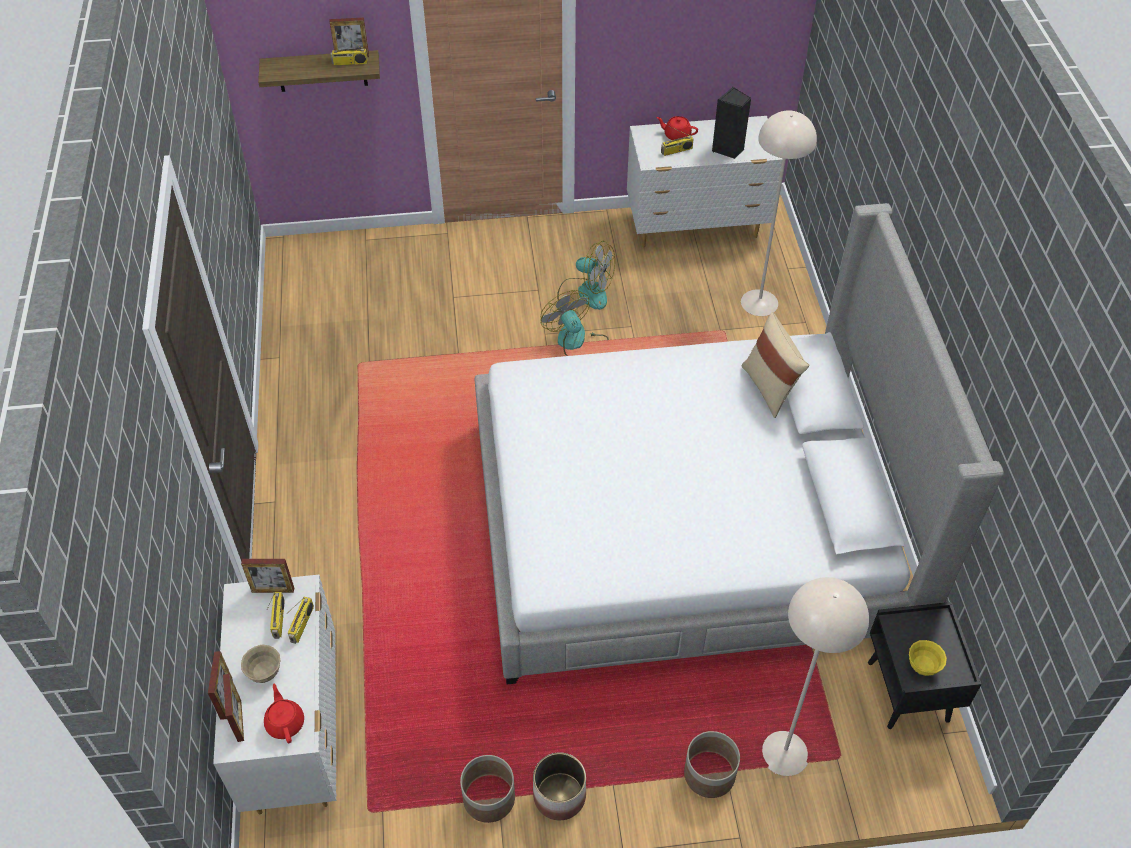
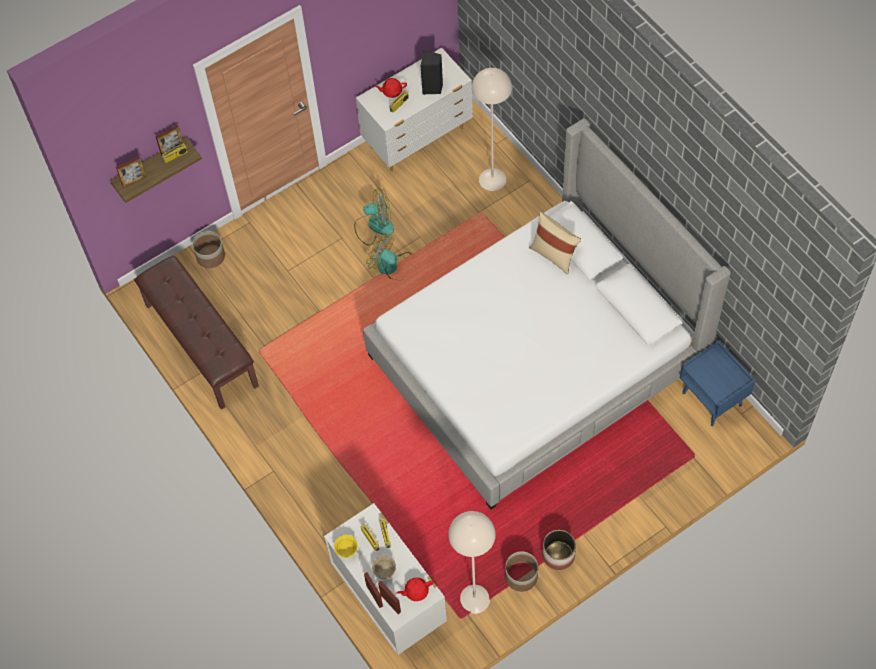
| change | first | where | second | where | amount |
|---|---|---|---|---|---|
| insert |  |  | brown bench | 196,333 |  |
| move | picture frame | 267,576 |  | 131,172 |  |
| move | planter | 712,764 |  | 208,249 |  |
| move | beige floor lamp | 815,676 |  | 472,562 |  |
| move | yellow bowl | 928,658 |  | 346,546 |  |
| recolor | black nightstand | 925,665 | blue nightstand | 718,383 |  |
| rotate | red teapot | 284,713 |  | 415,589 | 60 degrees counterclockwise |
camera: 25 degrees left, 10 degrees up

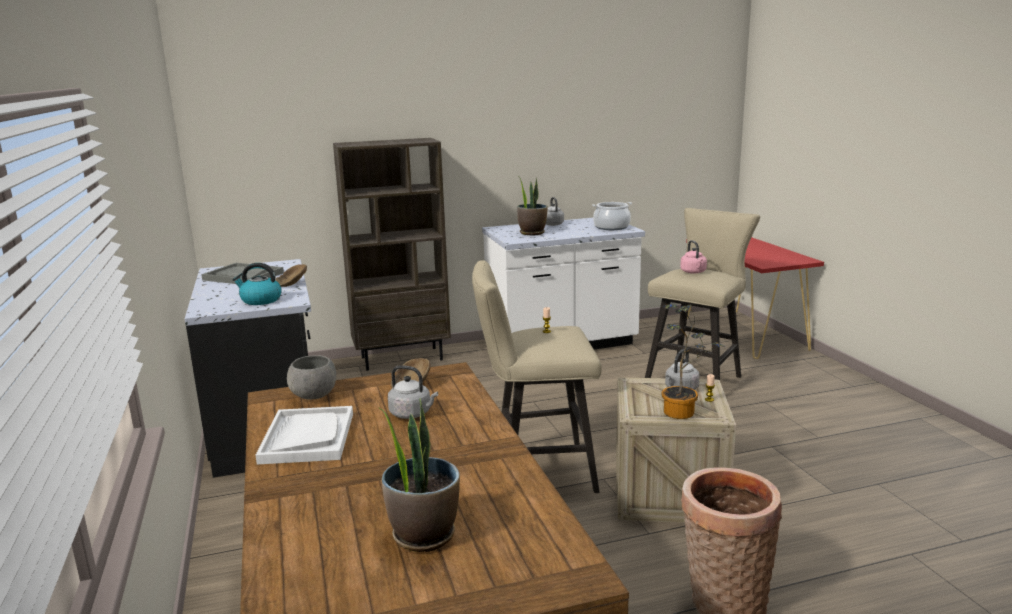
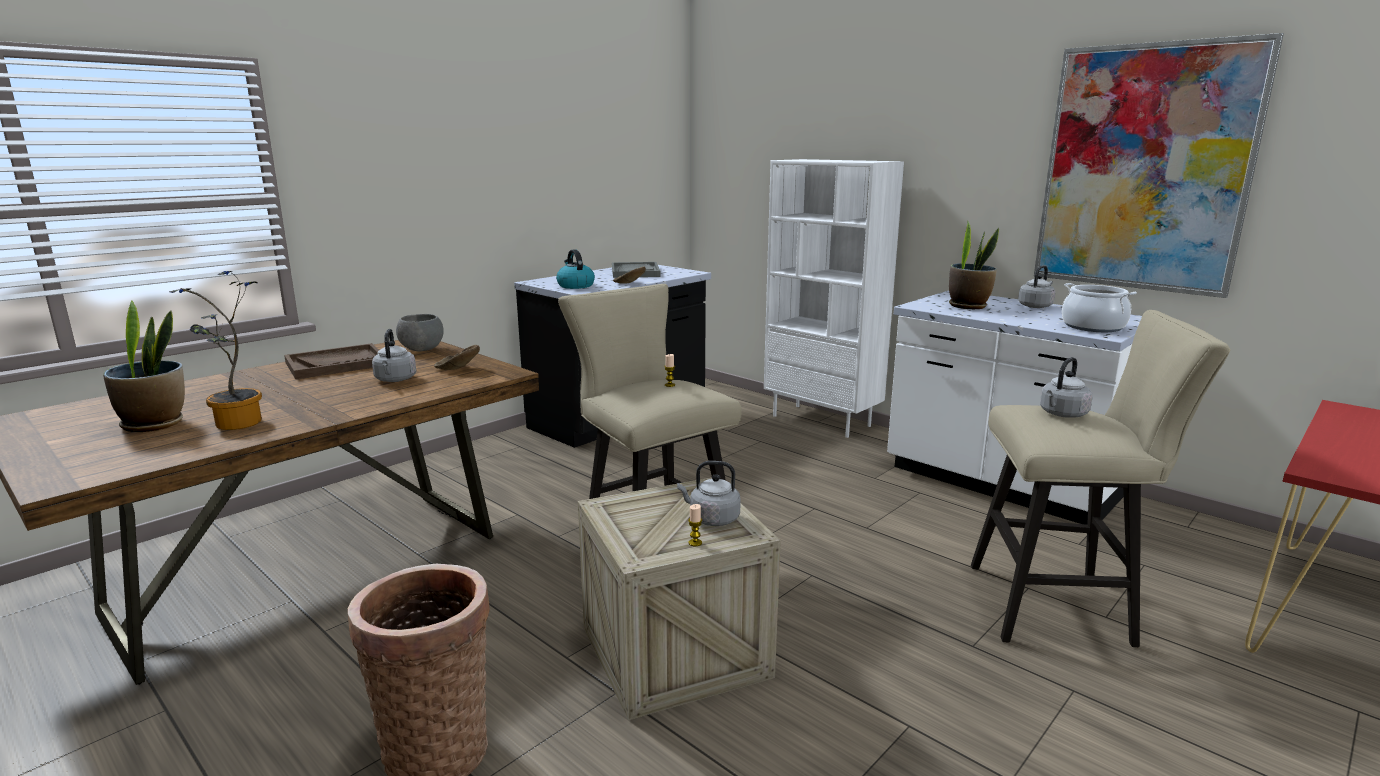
| change | first | where | second | where | amount |
|---|---|---|---|---|---|
| insert |  |  | picture | 1159,165 |  |
| move | potted plant | 693,361 |  | 215,350 |  |
| recolor | white tray | 304,435 | brown tray | 331,361 |  |
| recolor | brown bookcase | 392,254 | white bookcase | 834,298 |  |
| recolor | pink kettle | 693,257 | grey kettle | 1066,387 |  |
camera: 60 degrees right, 0 degrees up

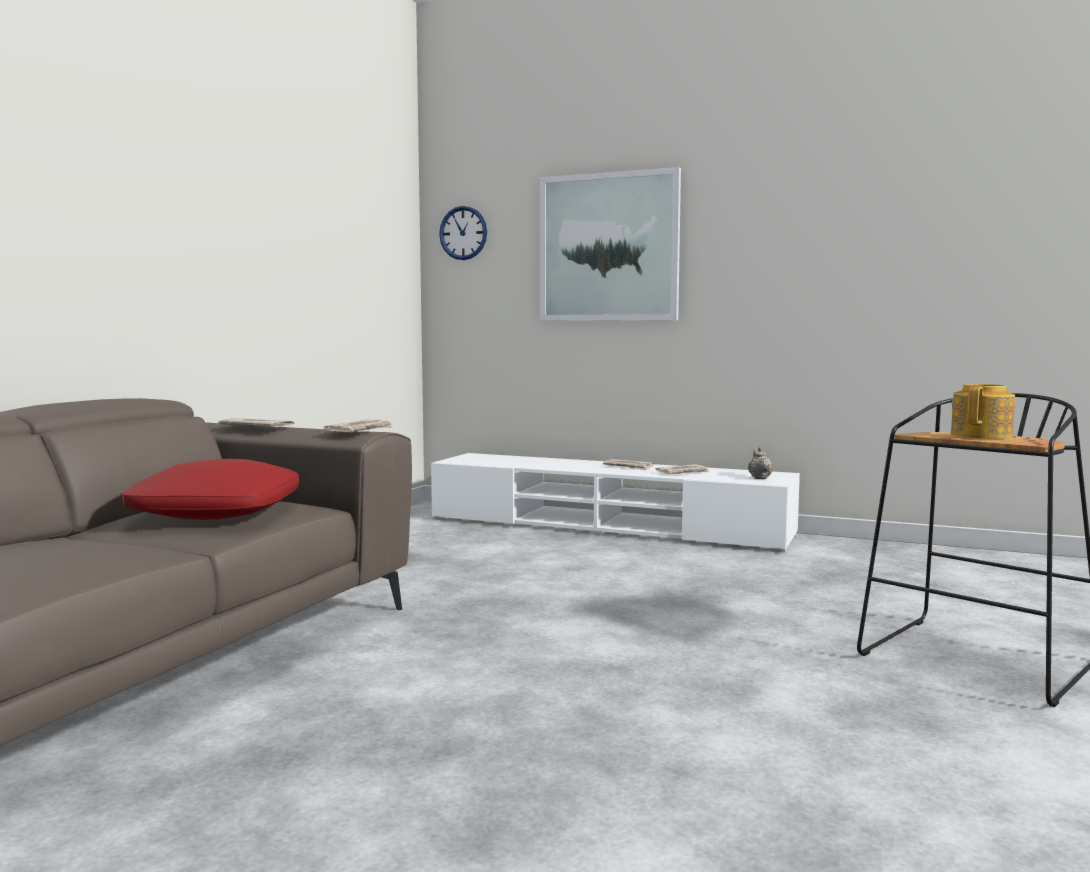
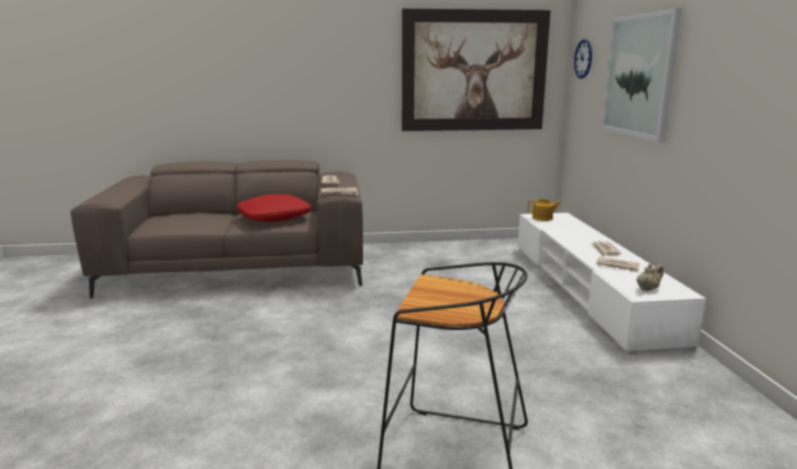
| change | first | where | second | where | amount |
|---|---|---|---|---|---|
| insert |  |  | picture | 476,69 |  |
| move | teapot | 983,411 |  | 544,210 |  |
camera: 60 degrees right, 10 degrees up

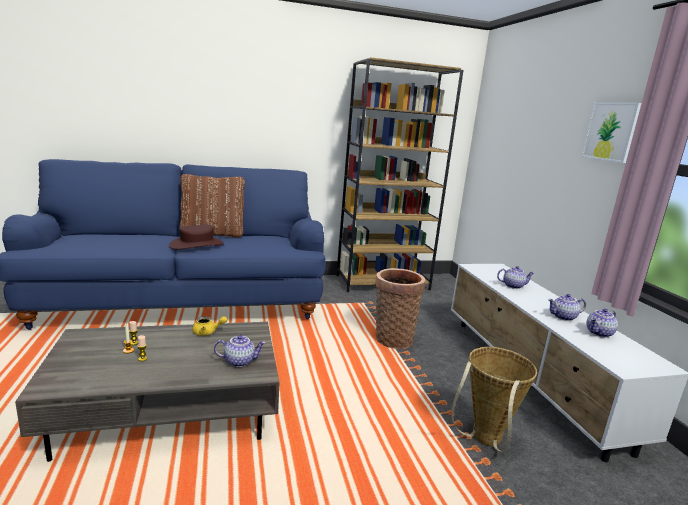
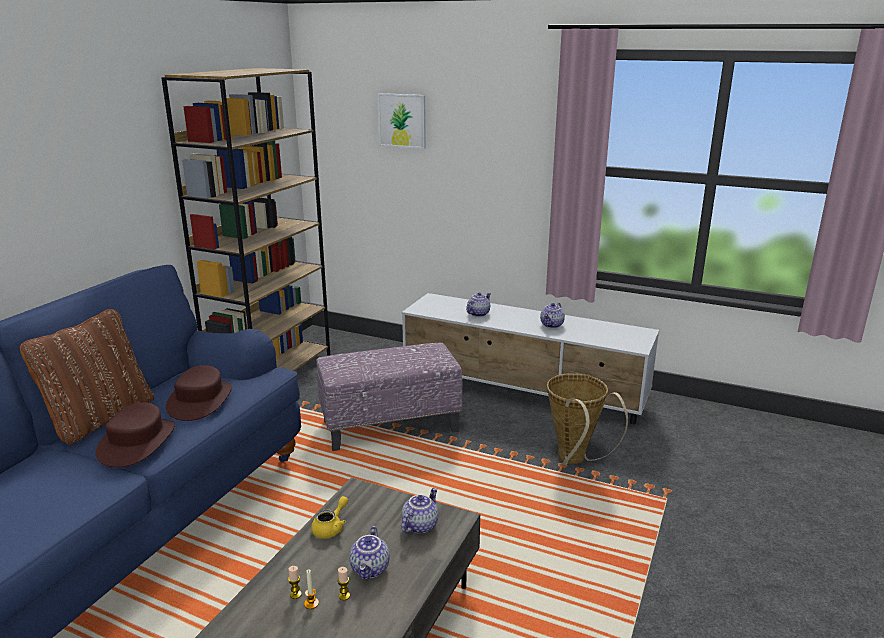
| change | first | where | second | where | amount |
|---|---|---|---|---|---|
| insert |  |  | brown hat | 199,393 |  |
| move | picture | 611,133 |  | 402,121 |  |
| move | teapot | 602,323 |  | 369,553 |  |
| replace | basket | 400,308 | ottoman | 389,397 |  |
camera: 50 degrees left, 5 degrees up

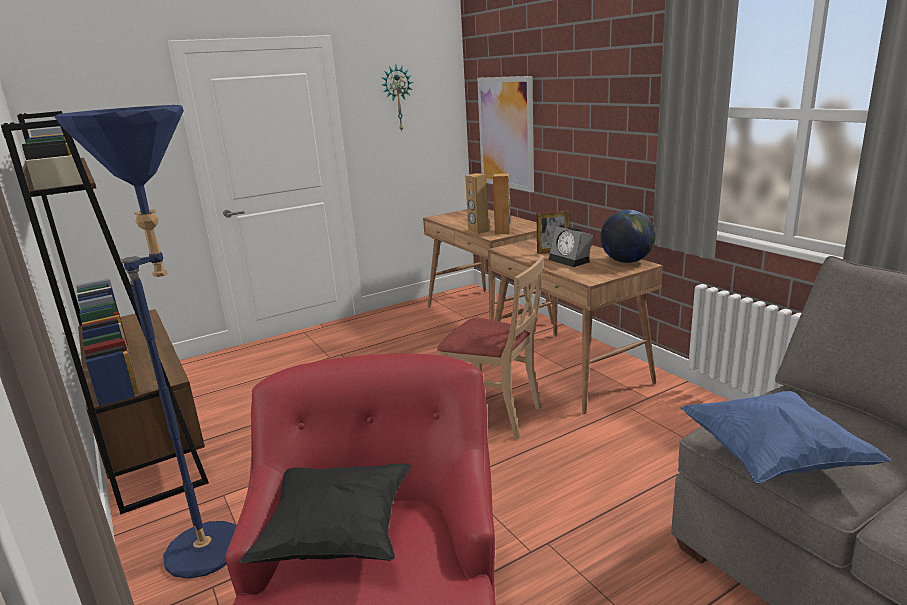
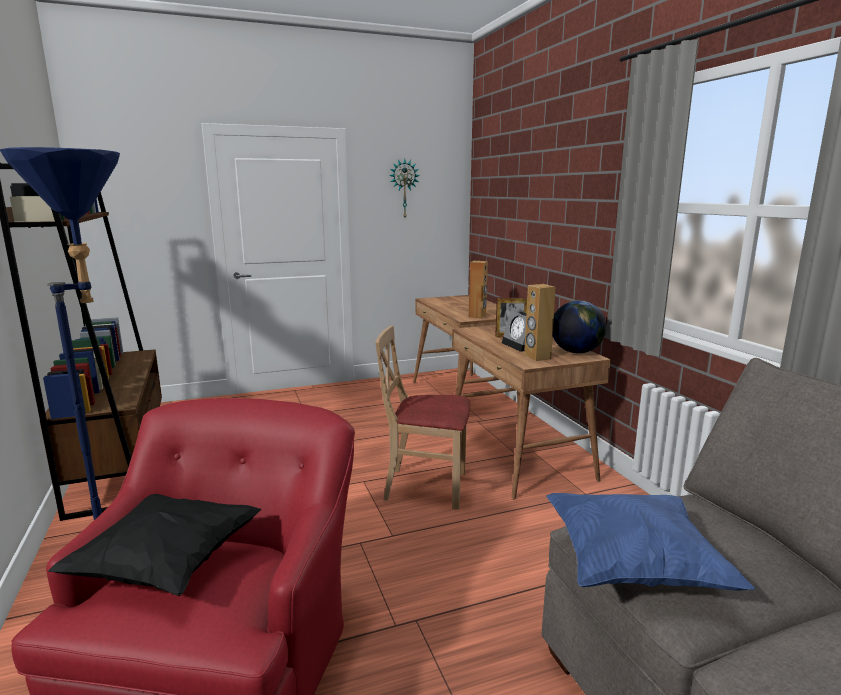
| change | first | where | second | where | amount |
|---|---|---|---|---|---|
| delete | picture | 505,134 |  |  |  |
| move | brown speaker | 477,203 |  | 540,322 |  |
| rotate | beige chair | 490,347 |  | 422,417 | 150 degrees clockwise |
camera: 10 degrees right, 5 degrees down

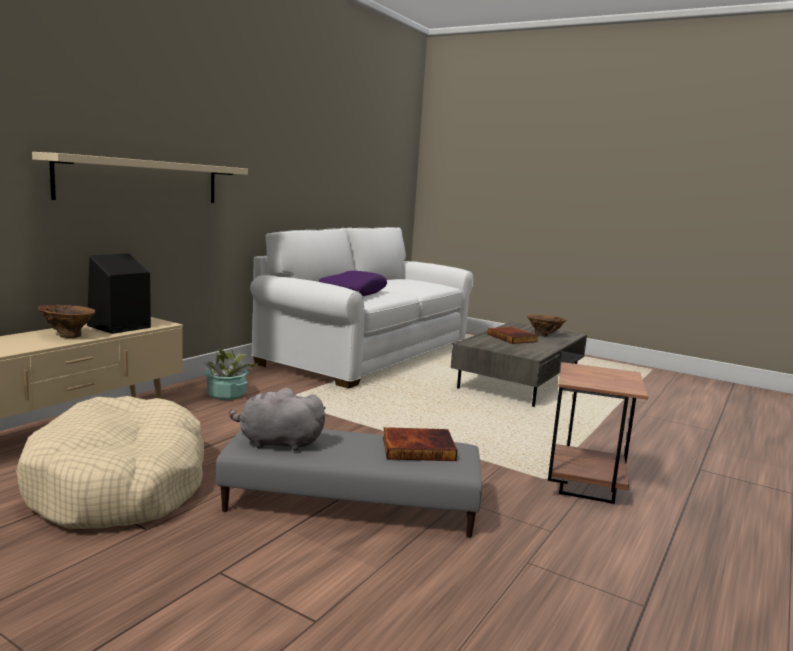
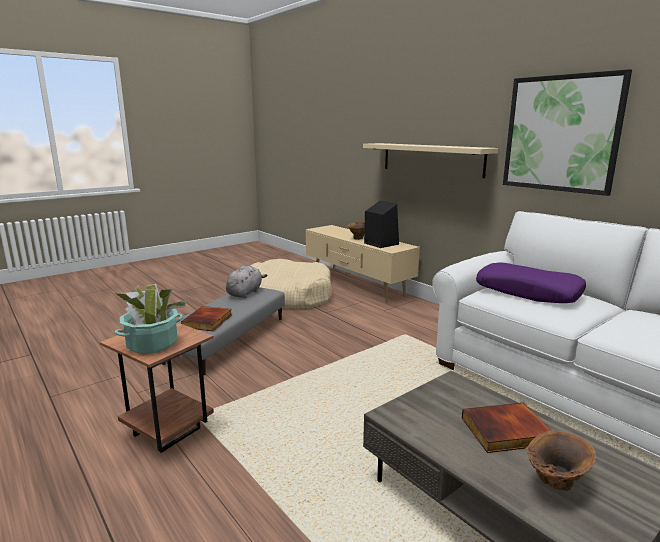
| change | first | where | second | where | amount |
|---|---|---|---|---|---|
| insert |  |  | picture | 567,132 |  |
| move | potted plant | 231,374 |  | 151,319 |  |
camera: 110 degrees right, 5 degrees up

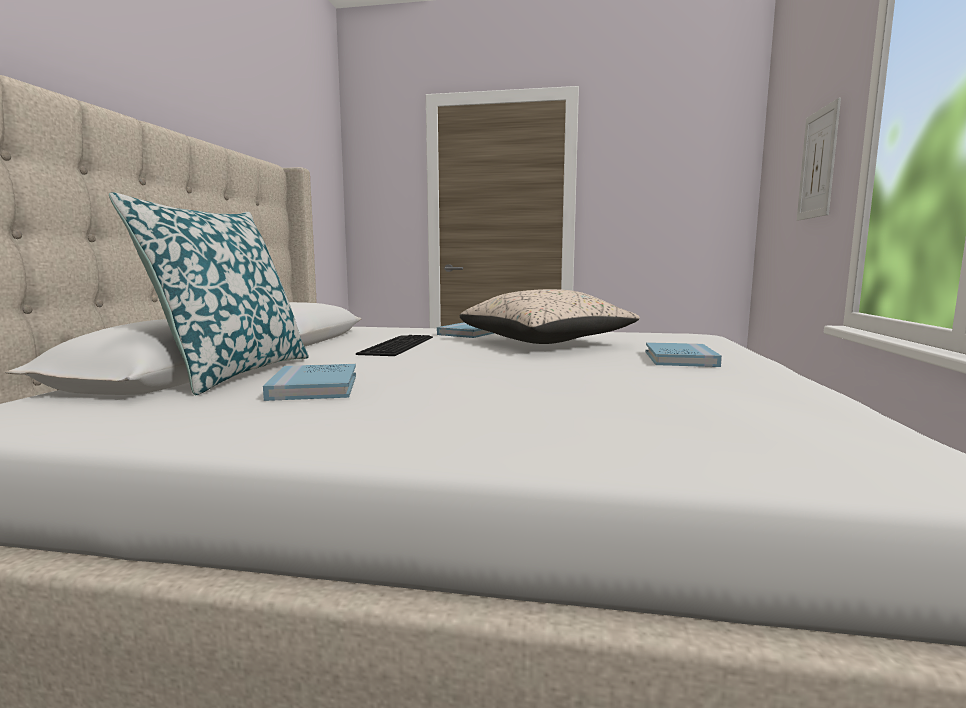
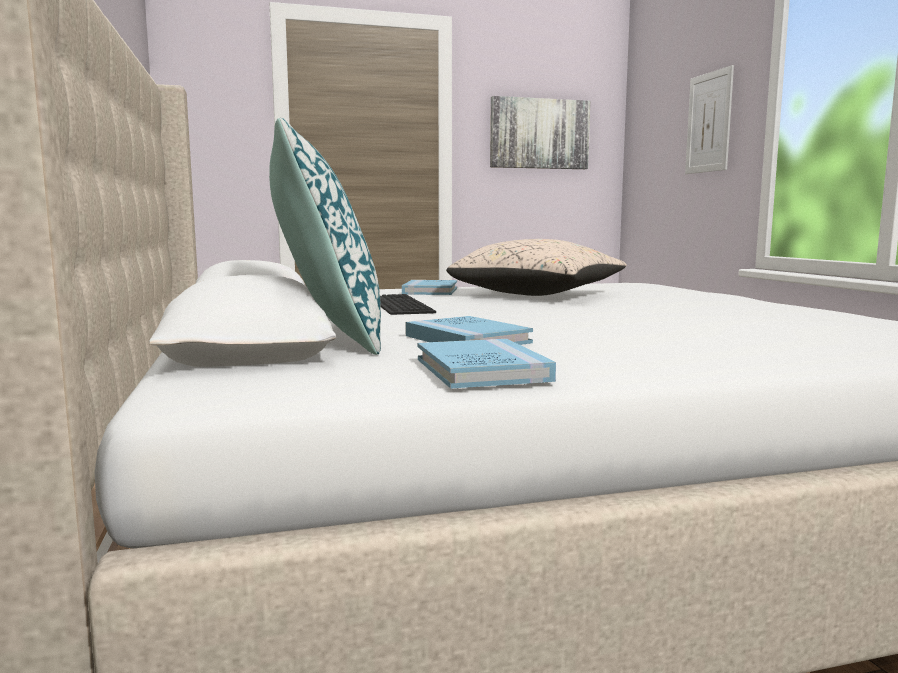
| change | first | where | second | where | amount |
|---|---|---|---|---|---|
| insert |  |  | picture | 540,132 |  |
| move | blue book | 684,354 |  | 487,364 |  |
camera: 25 degrees left, 0 degrees up

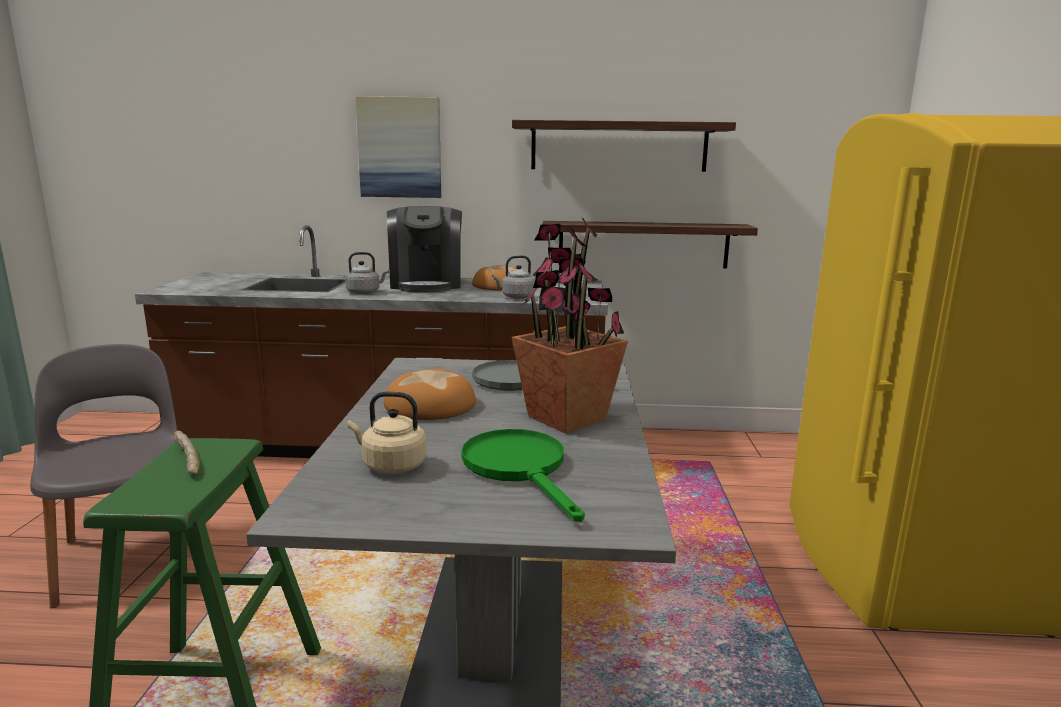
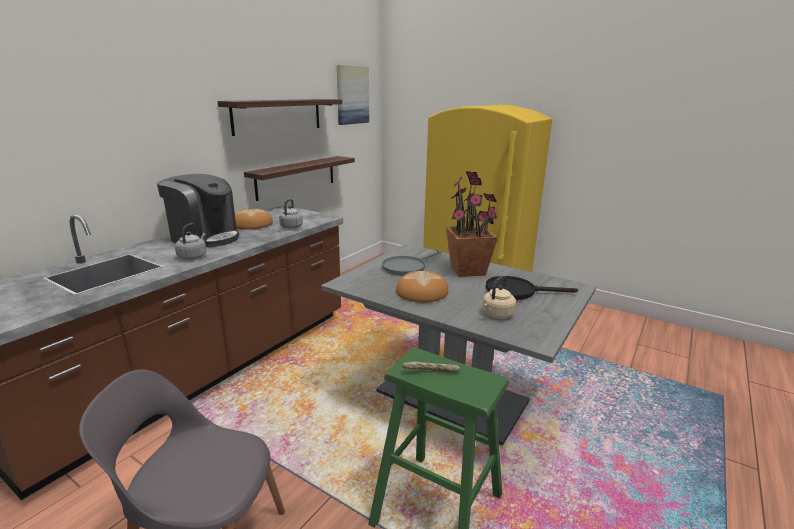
| change | first | where | second | where | amount |
|---|---|---|---|---|---|
| move | picture | 398,147 |  | 353,95 |  |
| recolor | green frying pan | 523,475 | black frying pan | 532,288 |  |
camera: 60 degrees left, 5 degrees up

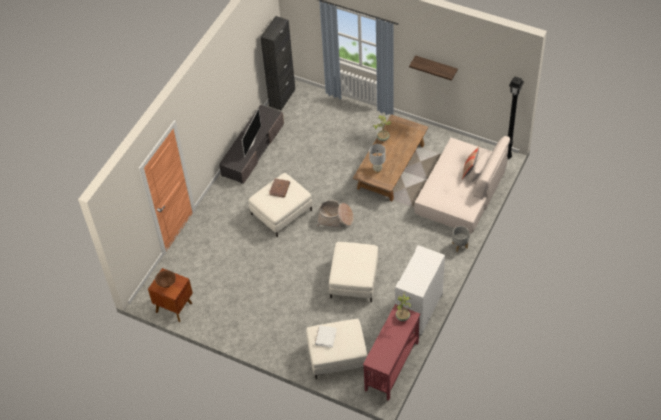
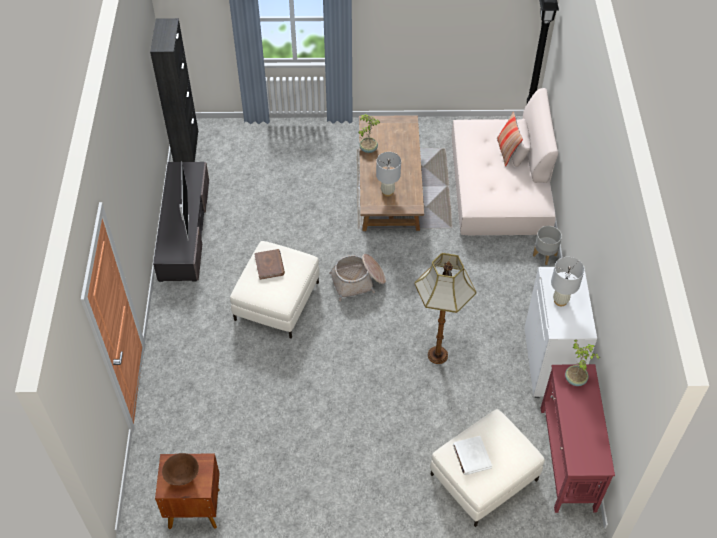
| change | first | where | second | where | amount |
|---|---|---|---|---|---|
| delete | shelf | 433,68 |  |  |  |
| insert |  |  | white table lamp | 567,281 |  |
| replace | white ottoman | 353,272 | floor lamp | 445,308 |  |
camera: 30 degrees left, 0 degrees up

